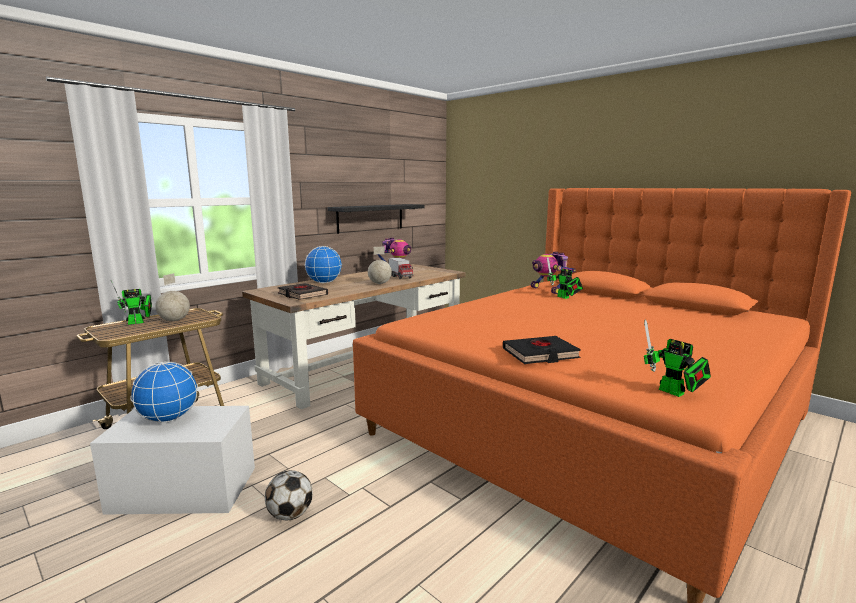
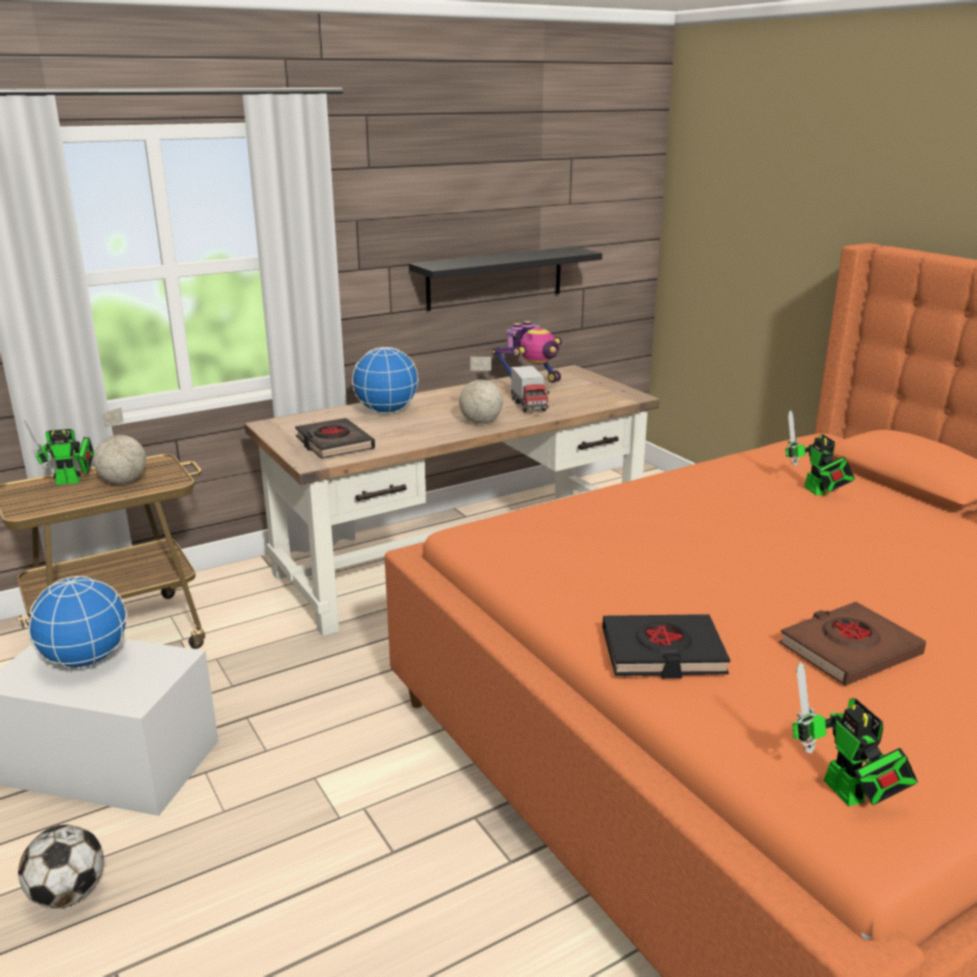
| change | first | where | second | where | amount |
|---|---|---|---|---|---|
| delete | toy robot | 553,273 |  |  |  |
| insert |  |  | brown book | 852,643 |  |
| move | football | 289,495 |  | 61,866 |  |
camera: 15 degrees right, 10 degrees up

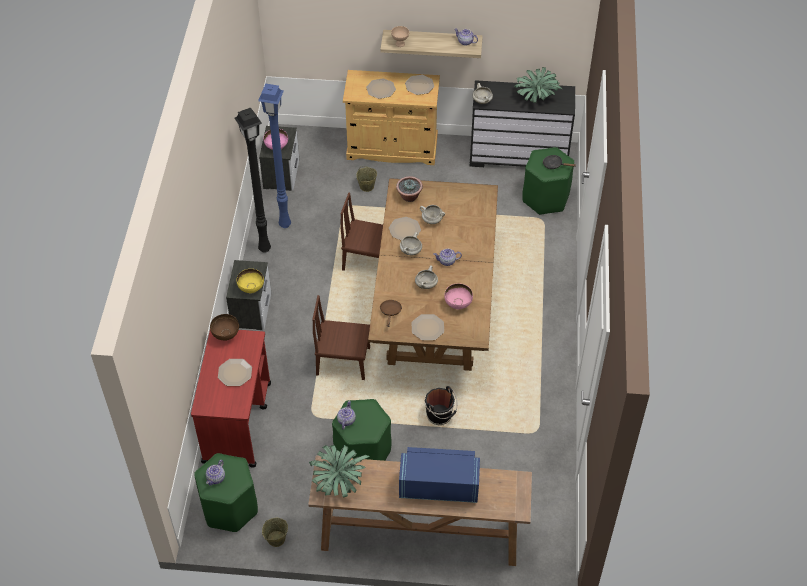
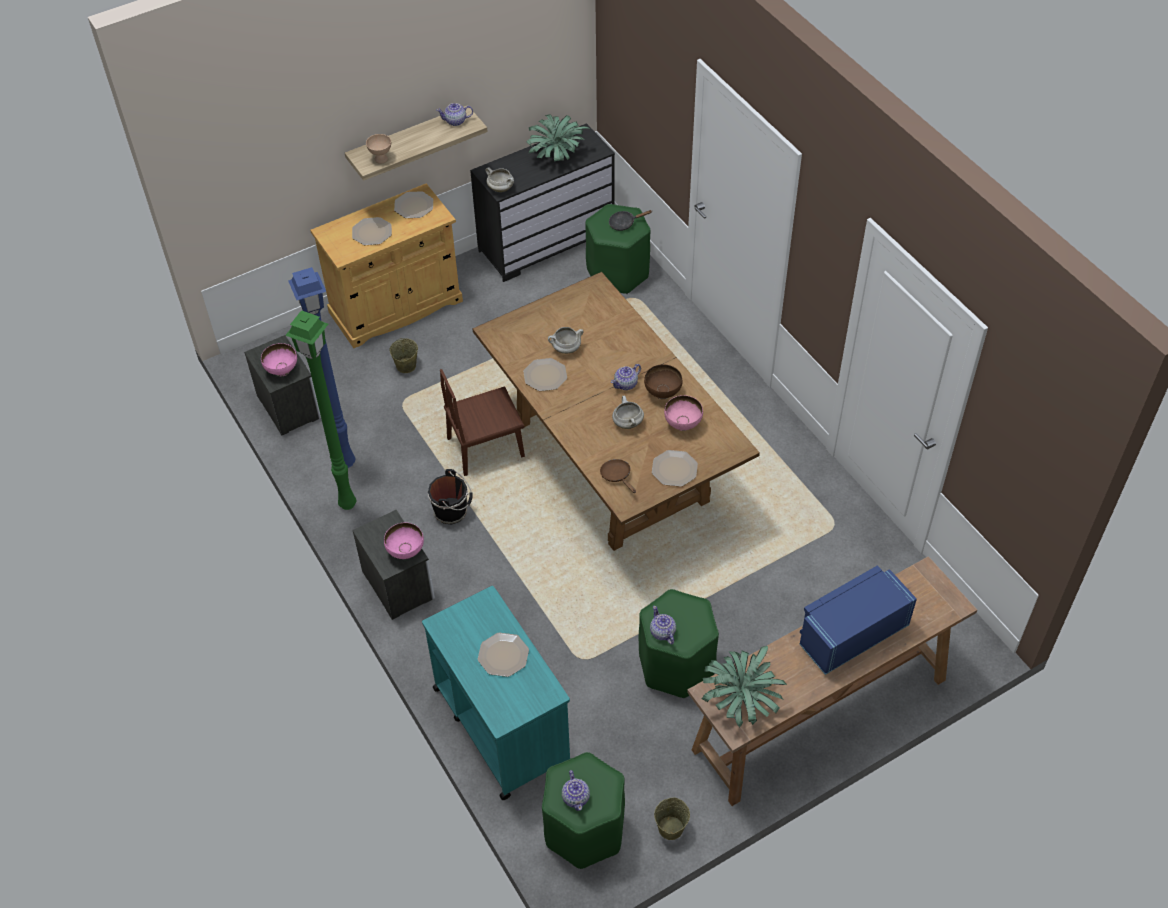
| change | first | where | second | where | amount |
|---|---|---|---|---|---|
| delete | brown chair | 341,337 |  |  |  |
| delete | potted plant | 409,189 |  |  |  |
| delete | white cooking pot | 411,243 |  |  |  |
| move | brown bowl | 224,327 |  | 663,381 |  |
| move | black bucket | 441,405 |  | 450,496 |  |
| recolor | red cart | 231,398 | turquoise cart | 496,693 |  |
| recolor | black floor lamp | 252,180 | green floor lamp | 320,410 |  |
| recolor | yellow bowl | 250,281 | pink bowl | 404,541 |  |
camera: 35 degrees left, 0 degrees up

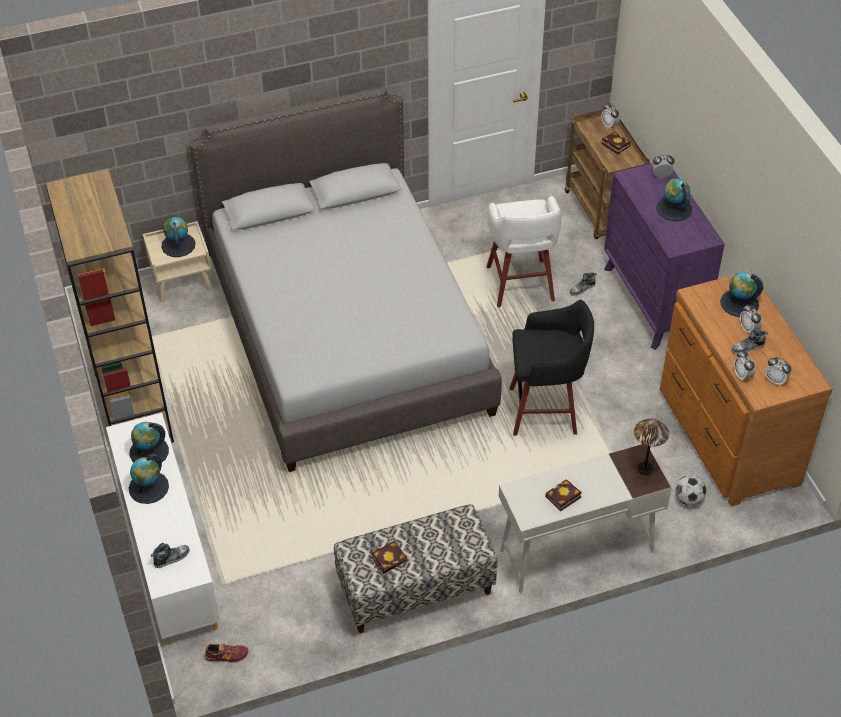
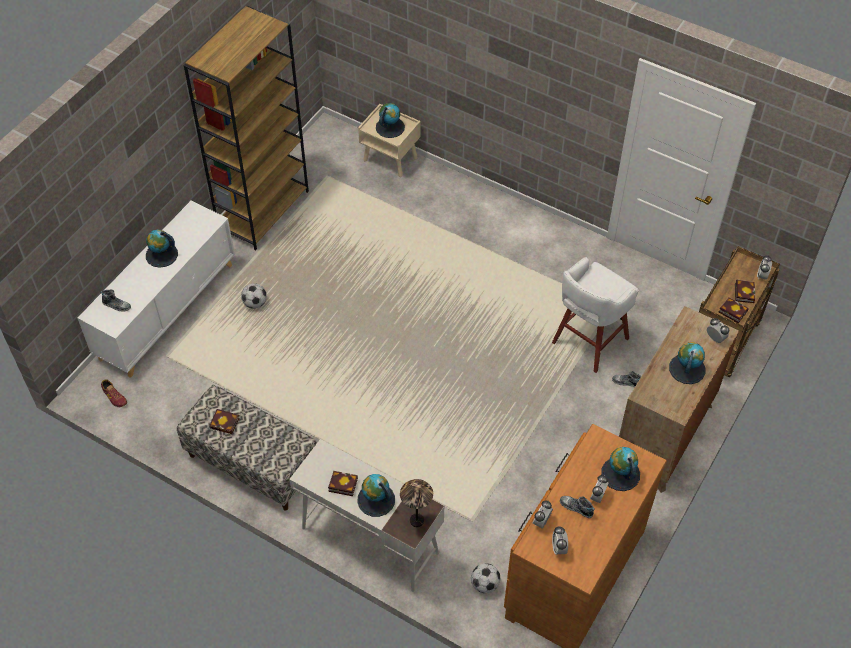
| change | first | where | second | where | amount |
|---|---|---|---|---|---|
| delete | grey bed | 346,279 |  |  |  |
| delete | black stool | 552,368 |  |  |  |
| insert |  |  | football | 254,296 |  |
| insert |  |  | book | 733,310 |  |
| move | globe | 149,442 |  | 376,495 |  |
| recolor | purple dresser | 664,256 | brown dresser | 679,399 |  |
camera: 50 degrees right, 5 degrees up

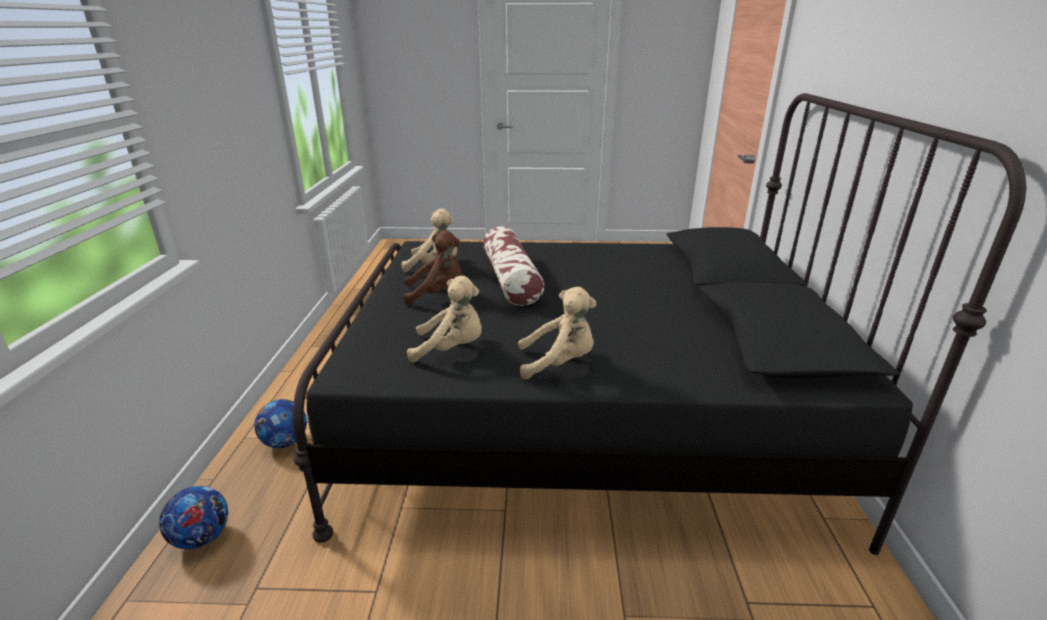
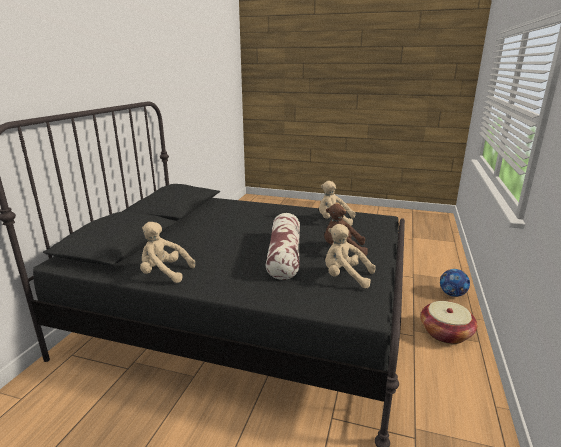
| change | first | where | second | where | amount |
|---|---|---|---|---|---|
| move | beige plush toy | 557,333 |  | 167,252 |  |
| replace | football | 280,423 | basket | 449,322 |  |
camera: 165 degrees left, 5 degrees down

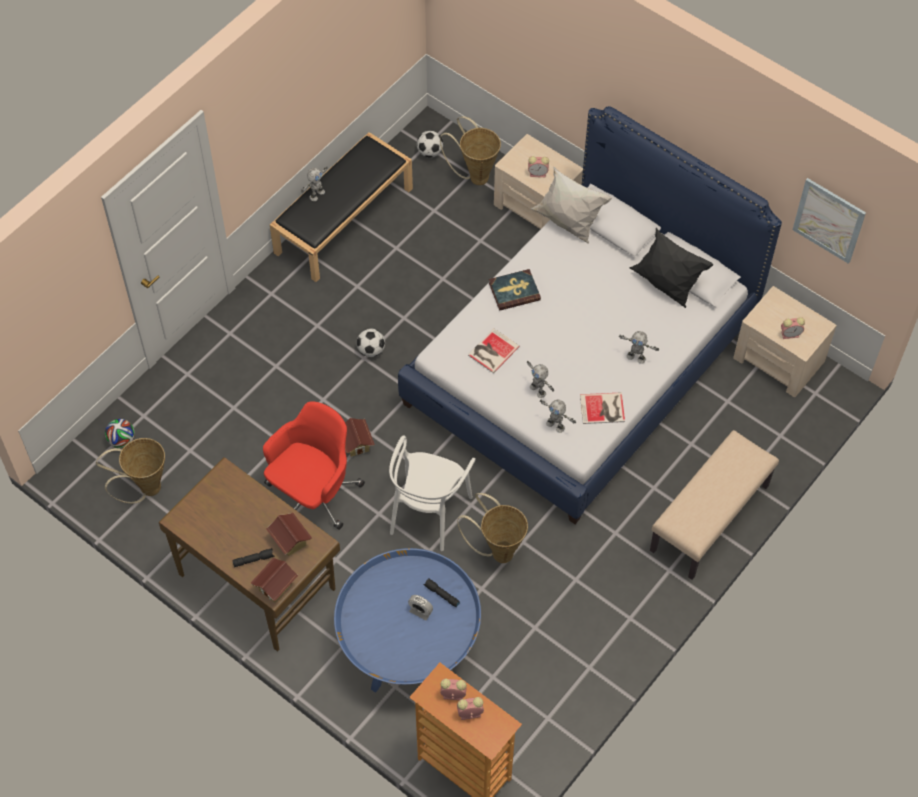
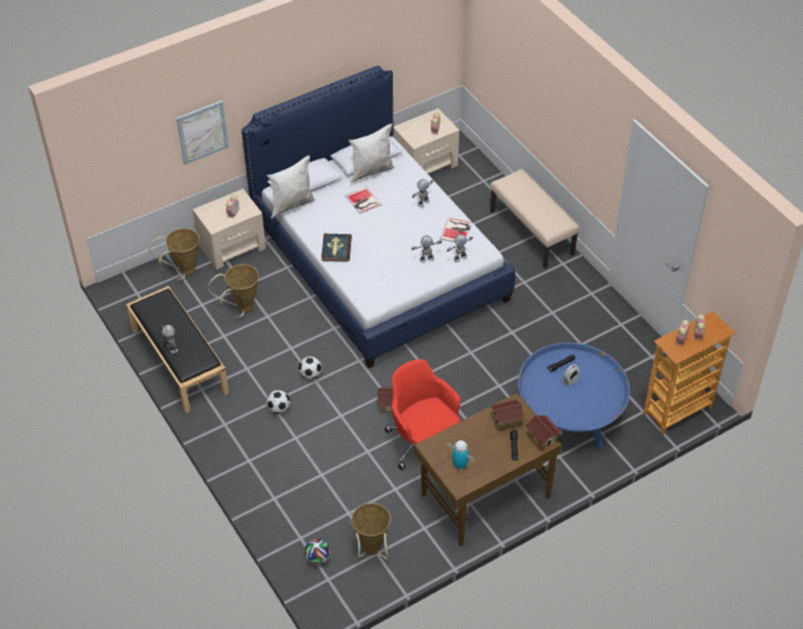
| change | first | where | second | where | amount |
|---|---|---|---|---|---|
| delete | white chair | 432,493 |  |  |  |
| insert |  |  | toy robot | 461,455 |  |
| move | football | 430,144 |  | 278,402 |  |
| move | basket | 492,528 |  | 233,290 |  |
| move | book | 494,351 |  | 363,200 |  |
| move | picture | 829,221 |  | 203,132 |  |
| recolor | black pillow | 671,268 | white pillow | 372,153 |  |
camera: 70 degrees left, 10 degrees down

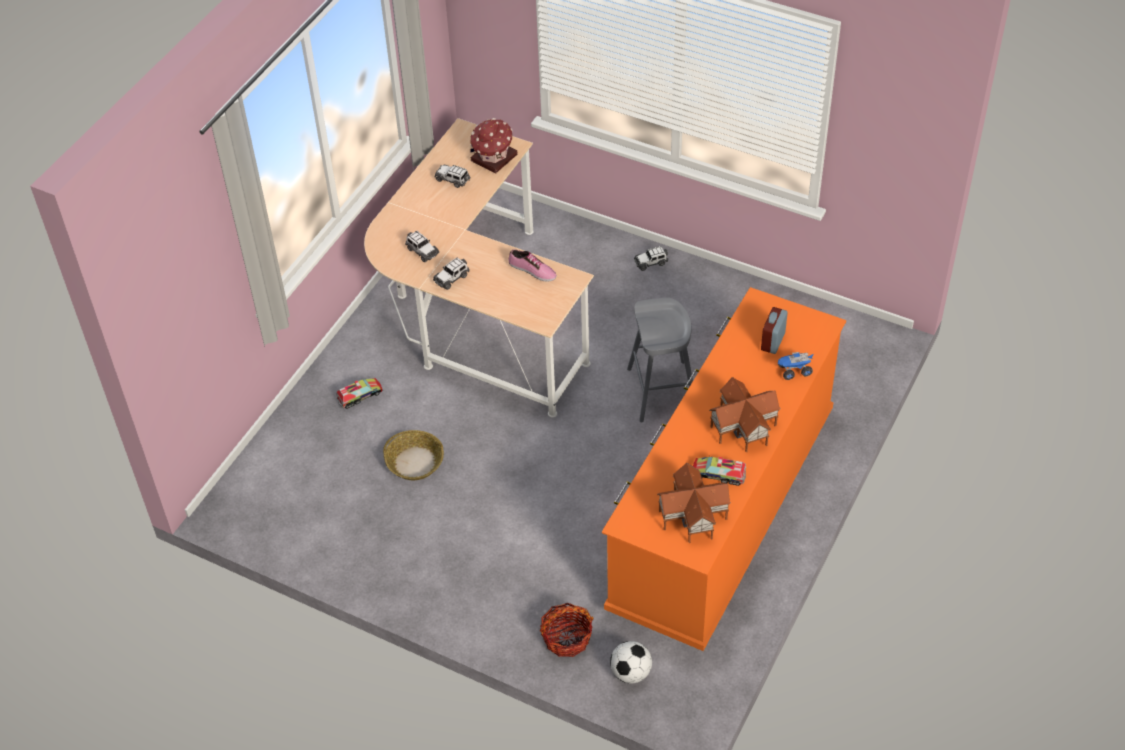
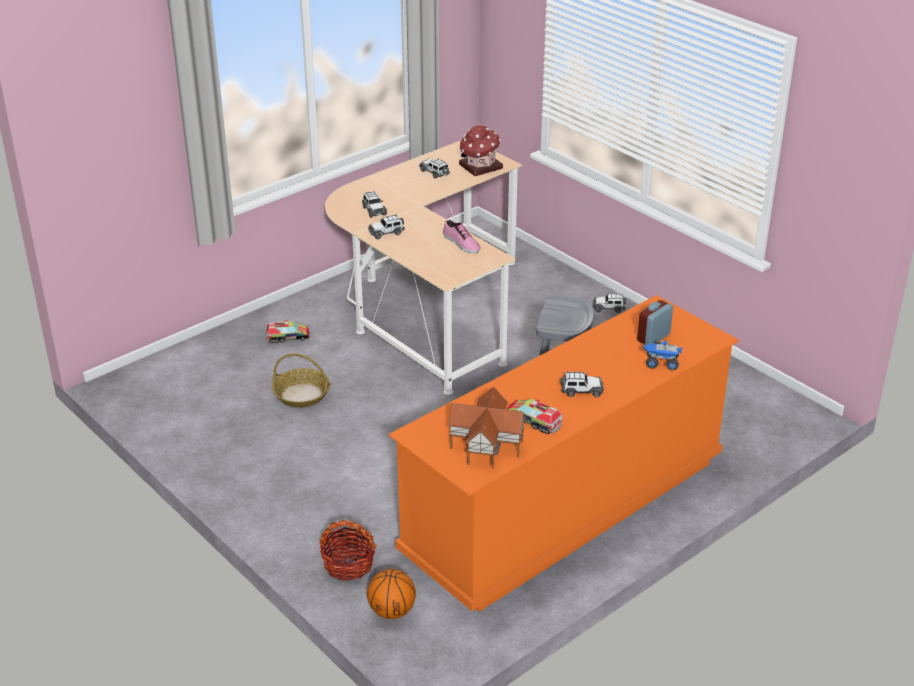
| change | first | where | second | where | amount |
|---|---|---|---|---|---|
| replace | football | 631,662 | basketball | 391,594 |  |
| replace | toy house | 745,414 | toy car | 582,384 |  |
camera: 20 degrees right, 15 degrees down

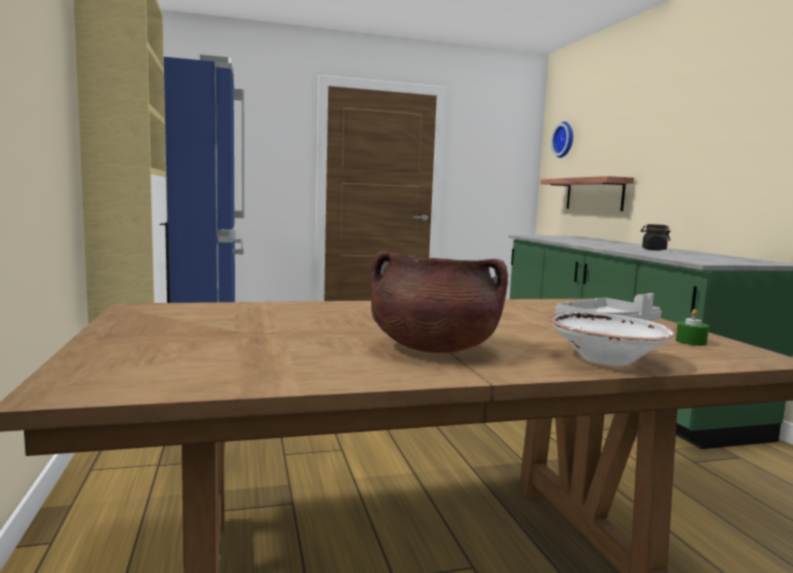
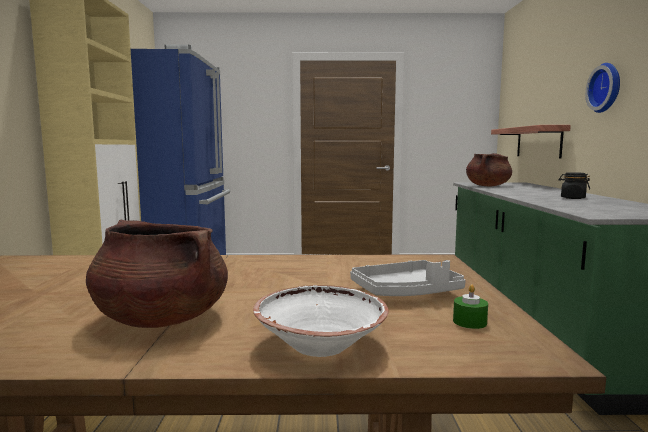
| change | first | where | second | where | amount |
|---|---|---|---|---|---|
| insert |  |  | brown cooking pot | 489,169 |  |
| move | wall clock | 562,140 |  | 602,88 |  |
camera: 15 degrees right, 0 degrees up

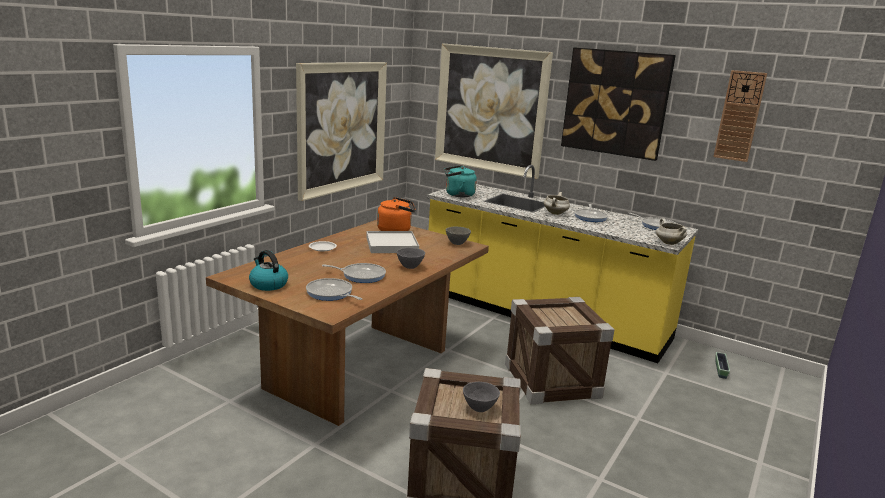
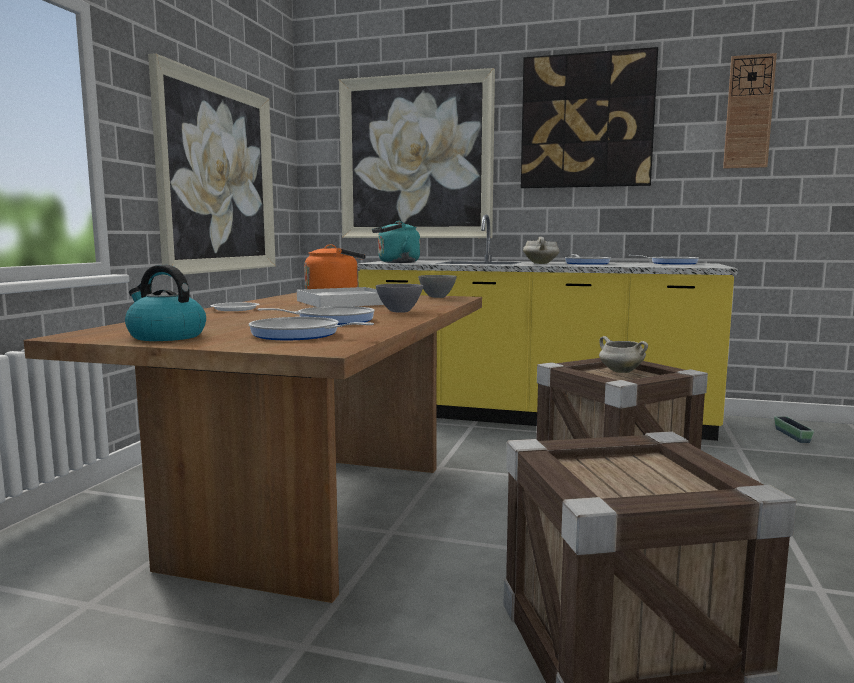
| change | first | where | second | where | amount |
|---|---|---|---|---|---|
| delete | grey bowl | 481,397 |  |  |  |
| move | white cooking pot | 671,231 |  | 623,354 |  |
camera: 15 degrees left, 10 degrees down

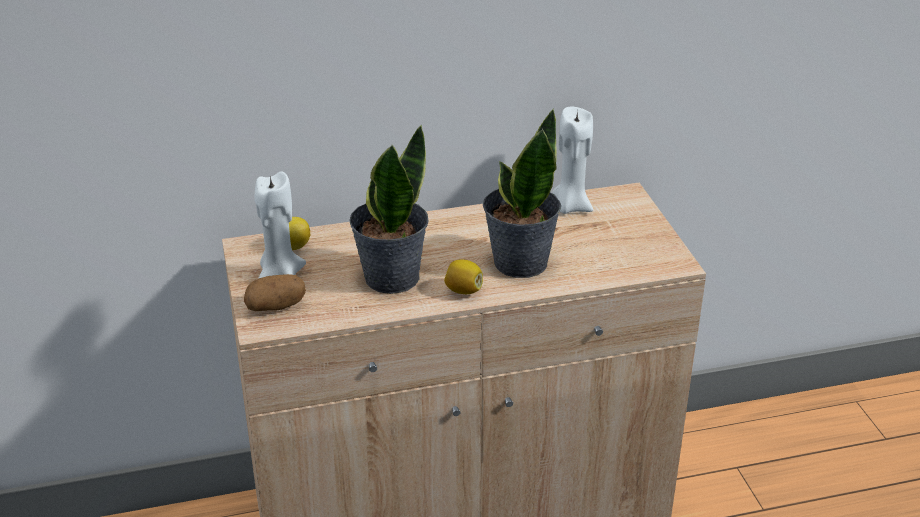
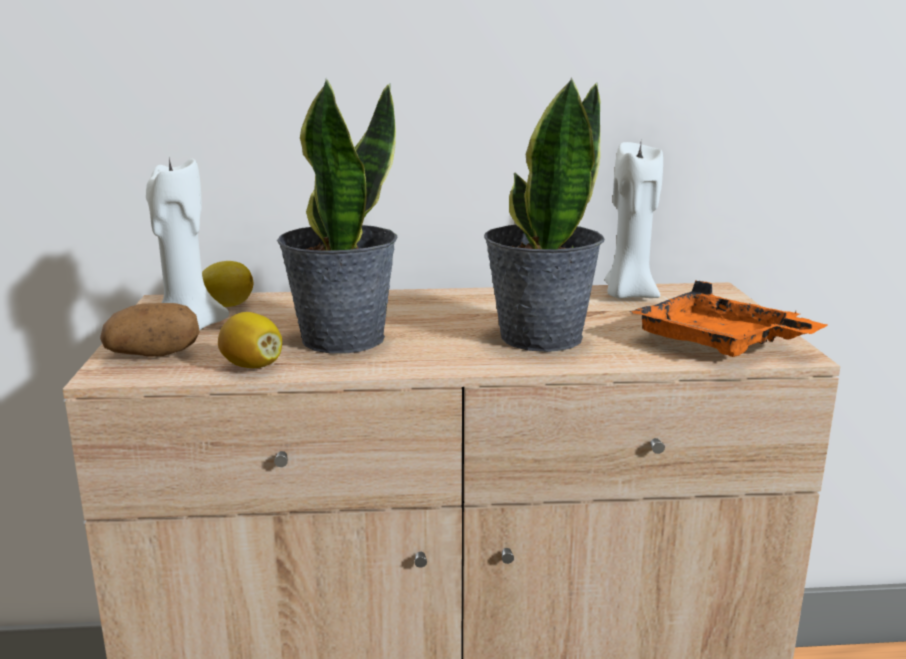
| change | first | where | second | where | amount |
|---|---|---|---|---|---|
| insert |  |  | orange tray | 729,318 |  |
| move | lemon | 463,276 |  | 250,340 |  |
camera: 10 degrees right, 15 degrees down

